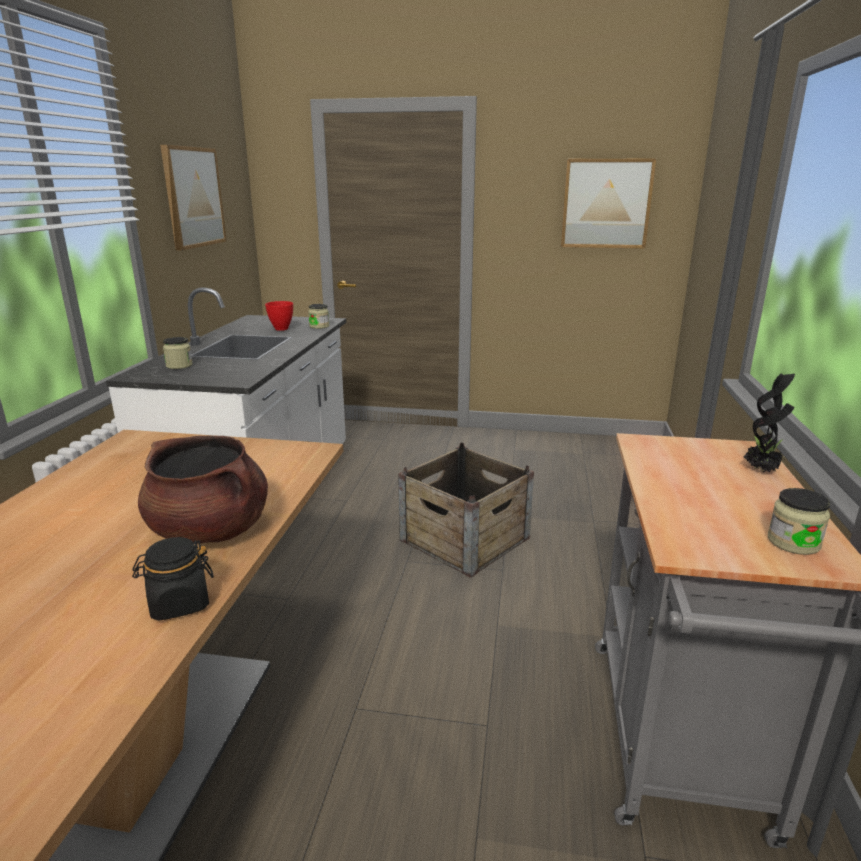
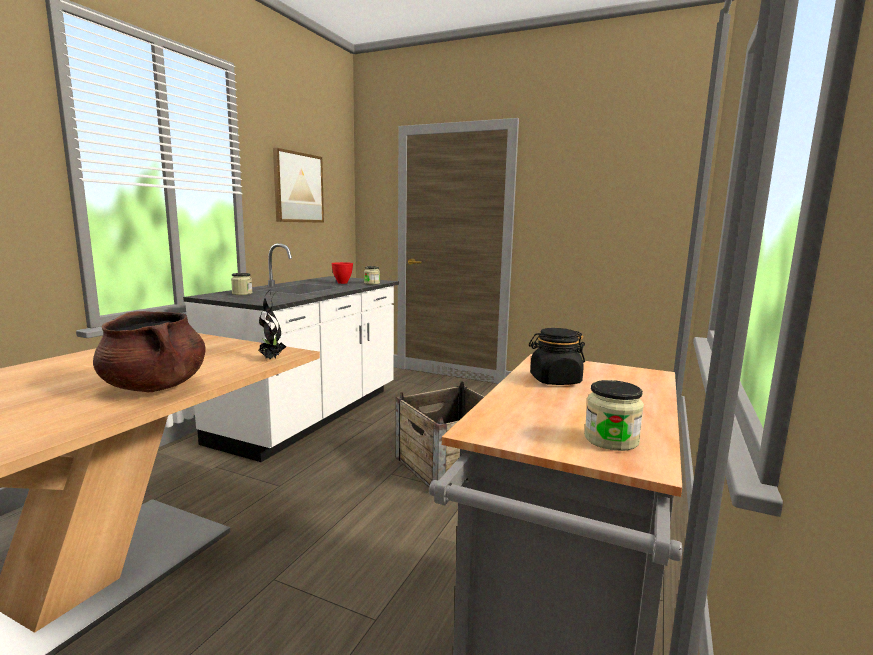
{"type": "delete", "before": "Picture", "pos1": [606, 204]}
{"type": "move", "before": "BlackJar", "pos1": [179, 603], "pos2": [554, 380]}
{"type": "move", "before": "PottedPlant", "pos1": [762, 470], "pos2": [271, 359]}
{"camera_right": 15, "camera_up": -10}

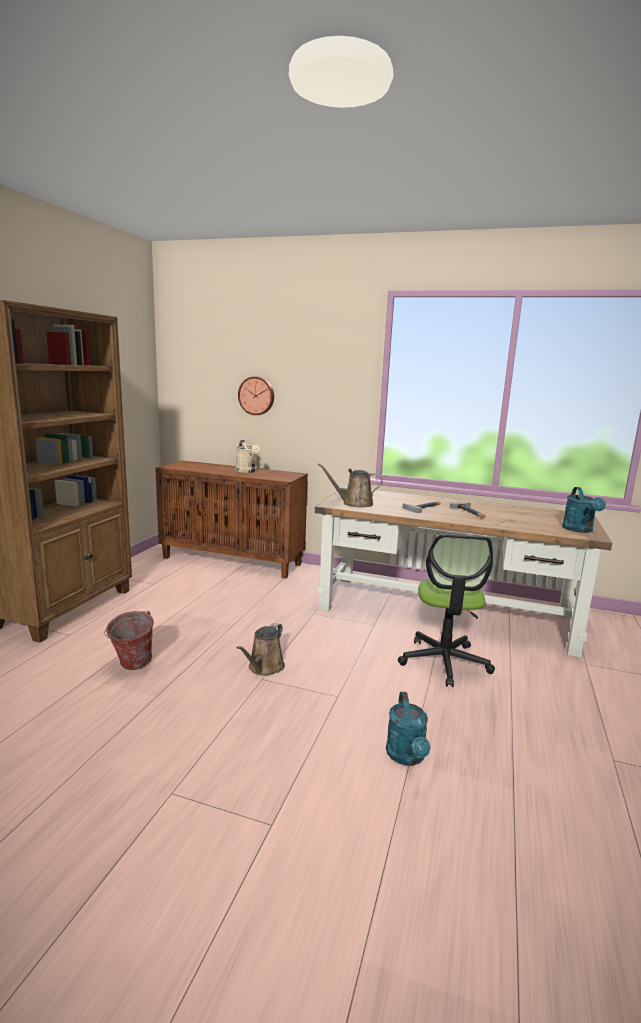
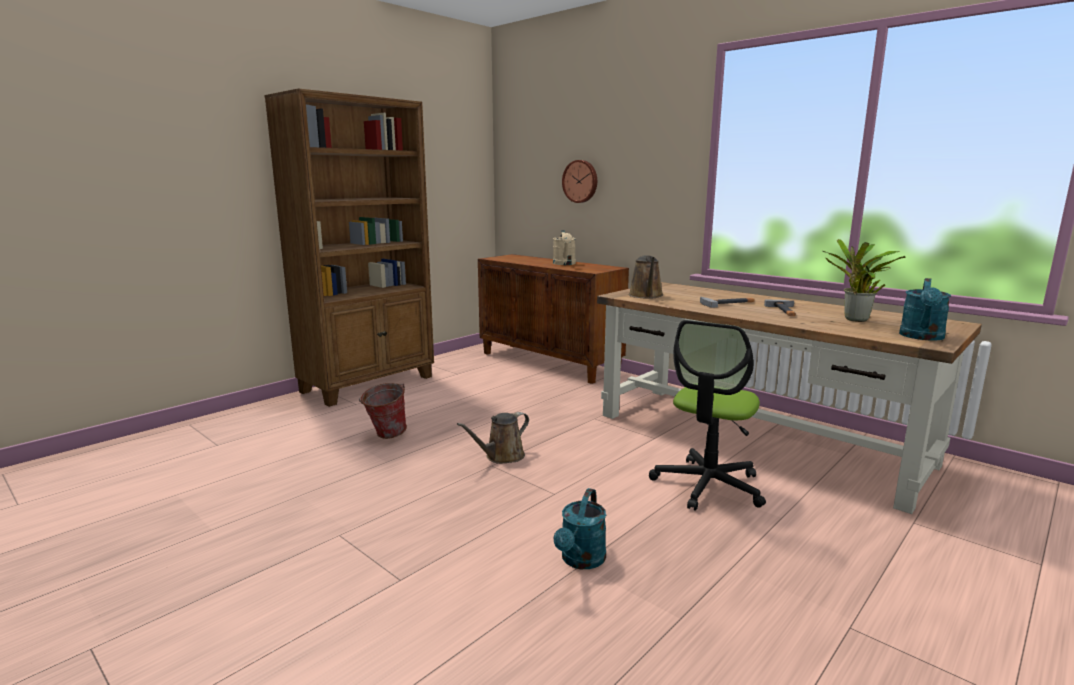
{"type": "insert", "after": "PottedPlant", "pos2": [855, 320]}
{"type": "rotate", "before": "BrownWateringCan", "pos1": [354, 503], "pos2": [646, 296], "turn": -120}
{"camera_right": 25, "camera_up": 0}

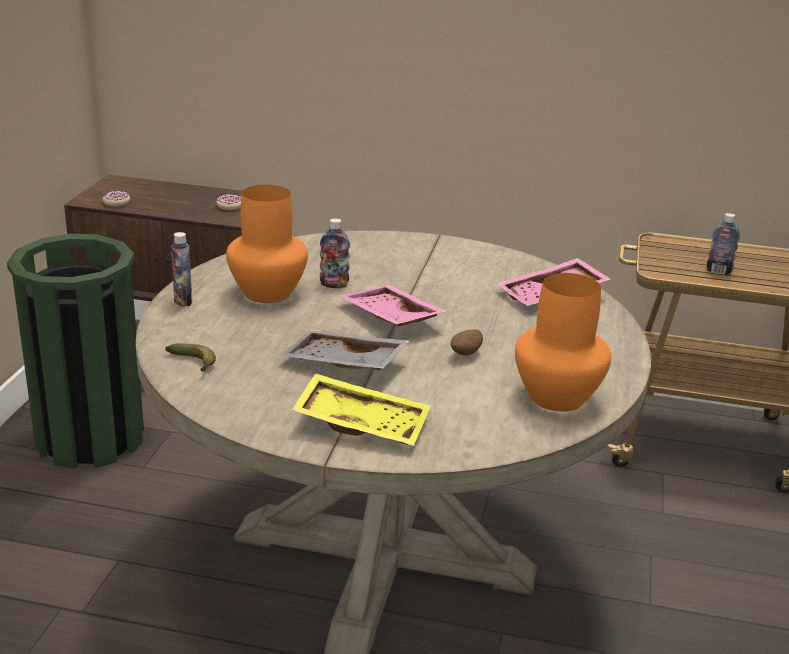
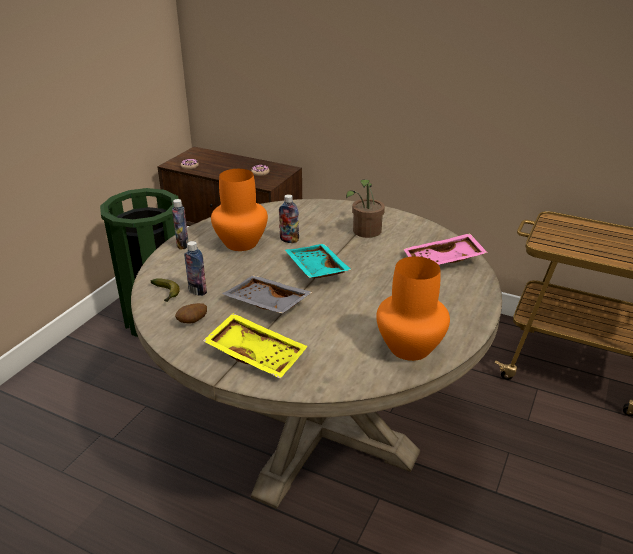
{"type": "insert", "after": "PottedPlant", "pos2": [365, 233]}
{"type": "move", "before": "Potato", "pos1": [466, 354], "pos2": [192, 322]}
{"type": "move", "before": "Bottle", "pos1": [718, 271], "pos2": [197, 291]}
{"type": "recolor", "before": "PinkTray", "after": "TurquoiseTray", "pos1": [389, 318], "pos2": [315, 269]}
{"camera_right": 15, "camera_up": 5}

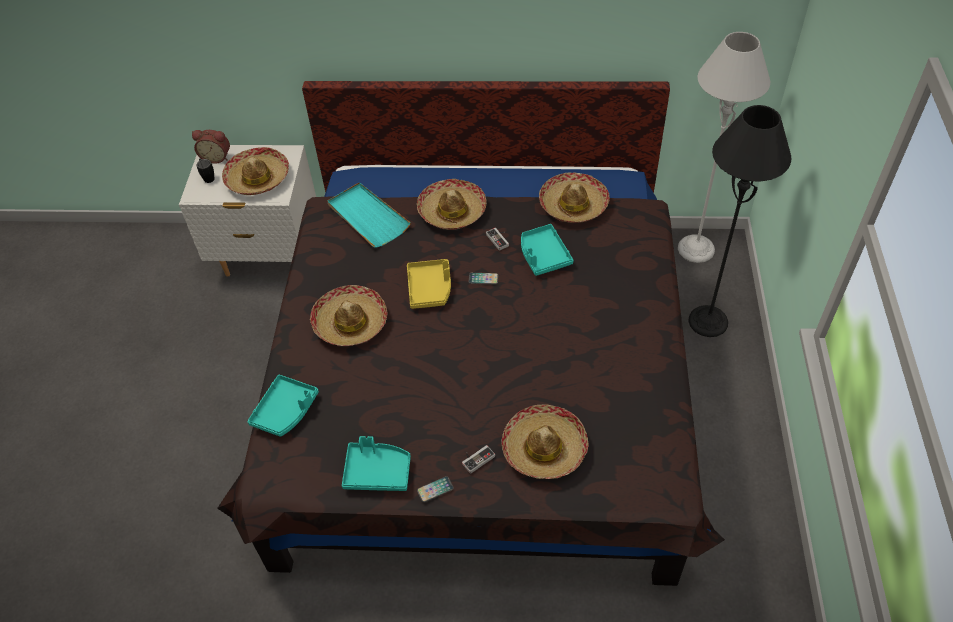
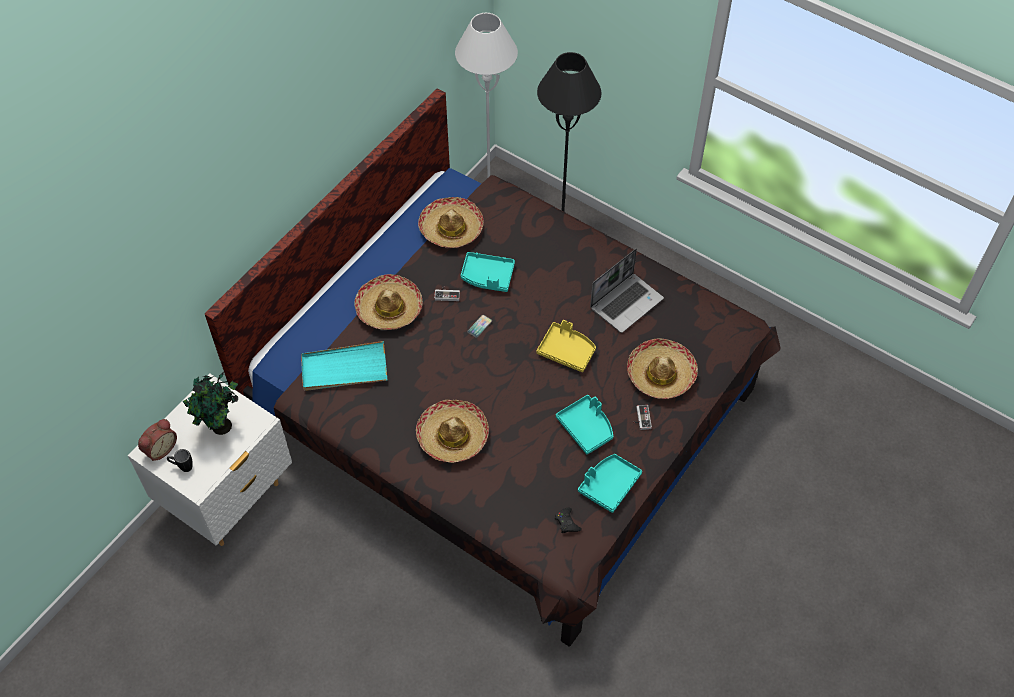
{"type": "delete", "before": "Phone", "pos1": [435, 489]}
{"type": "insert", "after": "BlackGameController", "pos2": [567, 522]}
{"type": "insert", "after": "Laptop", "pos2": [626, 303]}
{"type": "move", "before": "TurquoiseTray", "pos1": [285, 411], "pos2": [586, 428]}
{"type": "move", "before": "YellowTray", "pos1": [430, 288], "pos2": [567, 351]}
{"type": "replace", "before": "Hat", "after": "PottedPlant", "pos1": [257, 178], "pos2": [222, 428]}
{"camera_right": -60, "camera_up": 5}

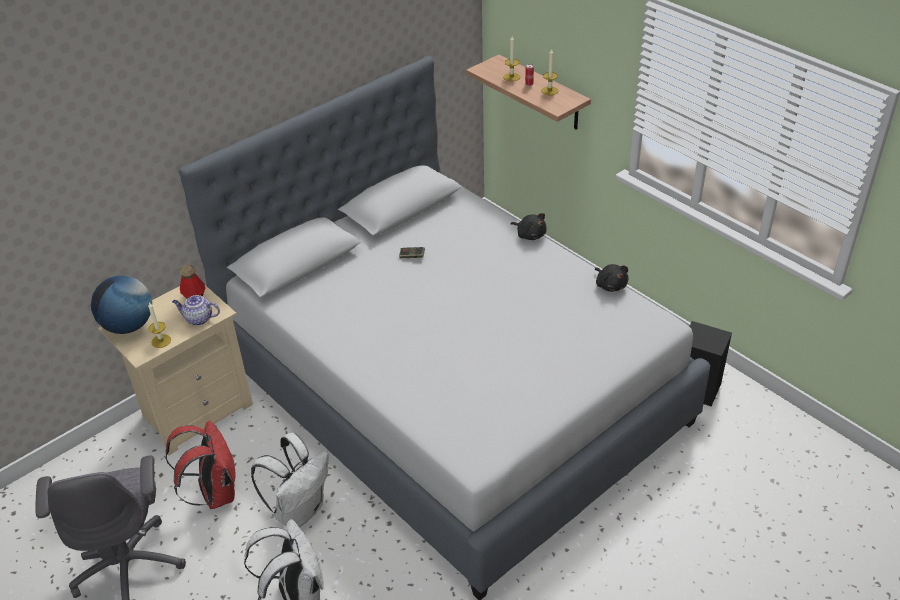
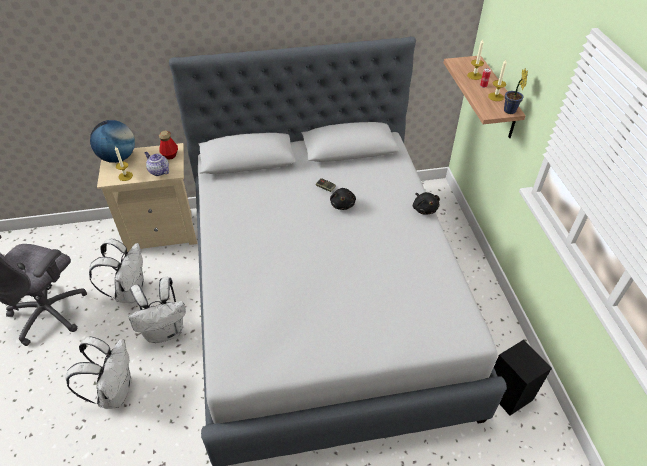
{"type": "insert", "after": "PottedPlant", "pos2": [510, 112]}
{"type": "move", "before": "BlackPlushToy", "pos1": [610, 285], "pos2": [342, 204]}
{"type": "recolor", "before": "RedBackpack", "after": "WhiteBackpack", "pos1": [215, 493], "pos2": [130, 291]}
{"camera_right": 30, "camera_up": 5}

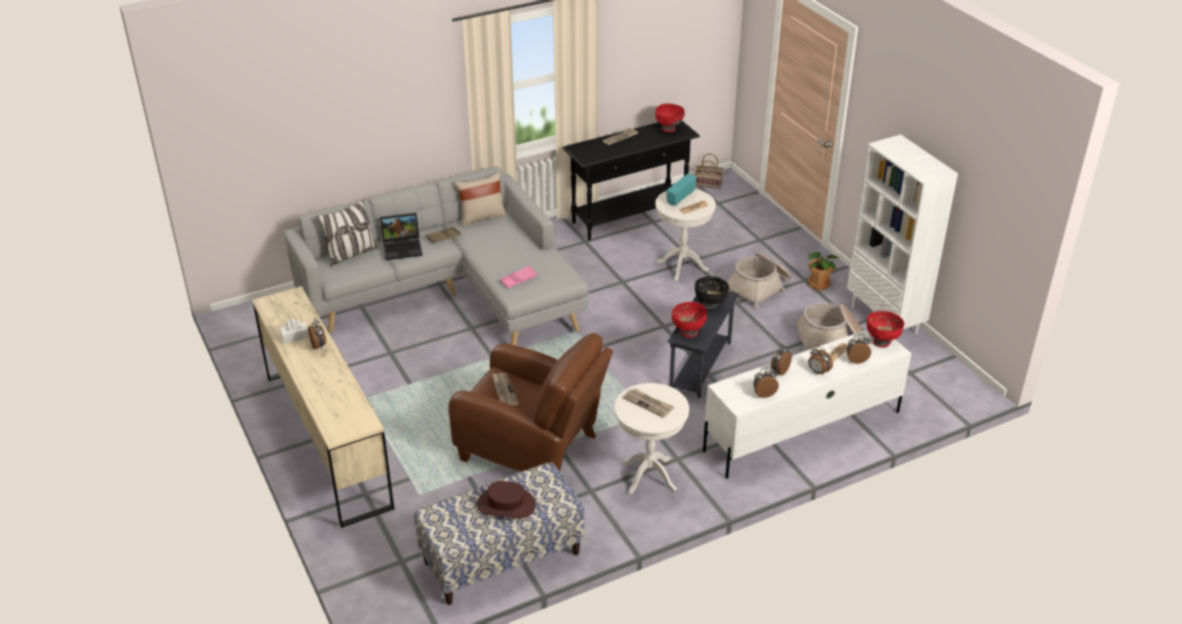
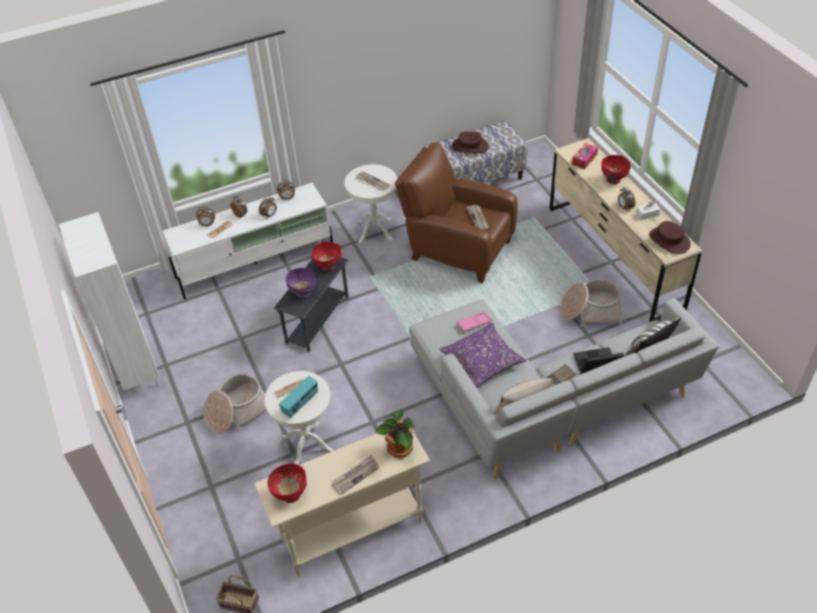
{"type": "insert", "after": "PurplePillow", "pos2": [483, 361]}
{"type": "insert", "after": "TissueBox", "pos2": [584, 159]}
{"type": "insert", "after": "BrownHat", "pos2": [669, 240]}
{"type": "move", "before": "Basket", "pos1": [830, 339], "pos2": [590, 311]}
{"type": "move", "before": "PottedPlant", "pos1": [818, 284], "pos2": [399, 449]}
{"type": "move", "before": "RedBowl", "pos1": [882, 342], "pos2": [613, 180]}
{"type": "recolor", "before": "BlackConsoleTable", "after": "BeigeConsoleTable", "pos1": [630, 217], "pos2": [352, 531]}
{"type": "recolor", "before": "BlackBowl", "after": "PurpleBowl", "pos1": [710, 305], "pos2": [303, 293]}
{"camera_right": -175, "camera_up": 10}

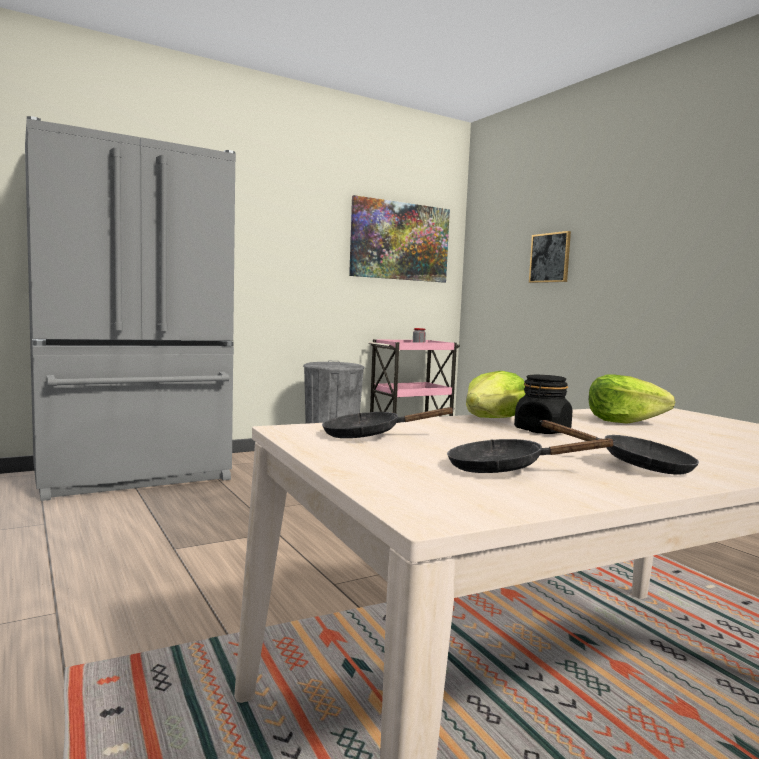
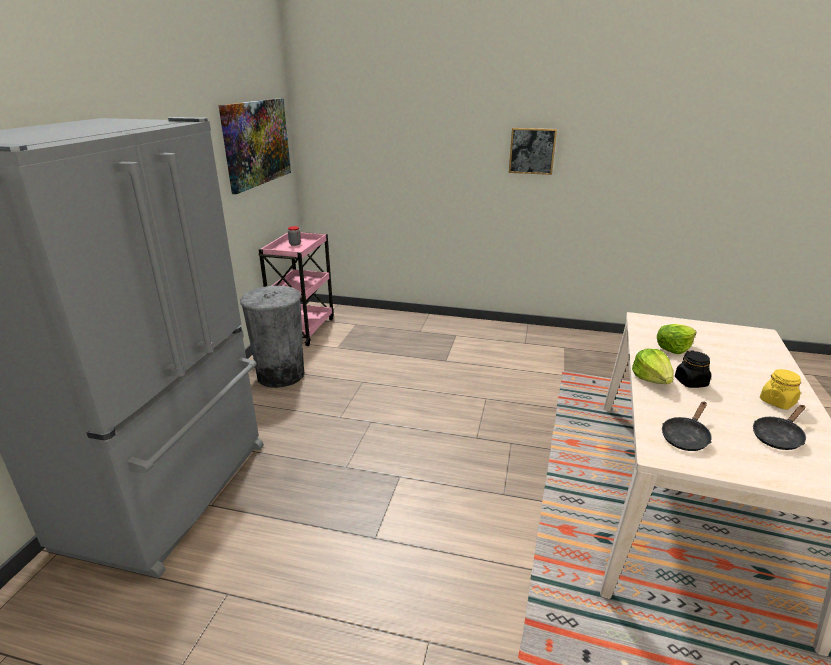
{"type": "move", "before": "Picture", "pos1": [550, 257], "pos2": [532, 151]}
{"type": "replace", "before": "BlackFryingPan", "after": "YellowJar", "pos1": [635, 465], "pos2": [777, 401]}
{"camera_right": -45, "camera_up": 20}

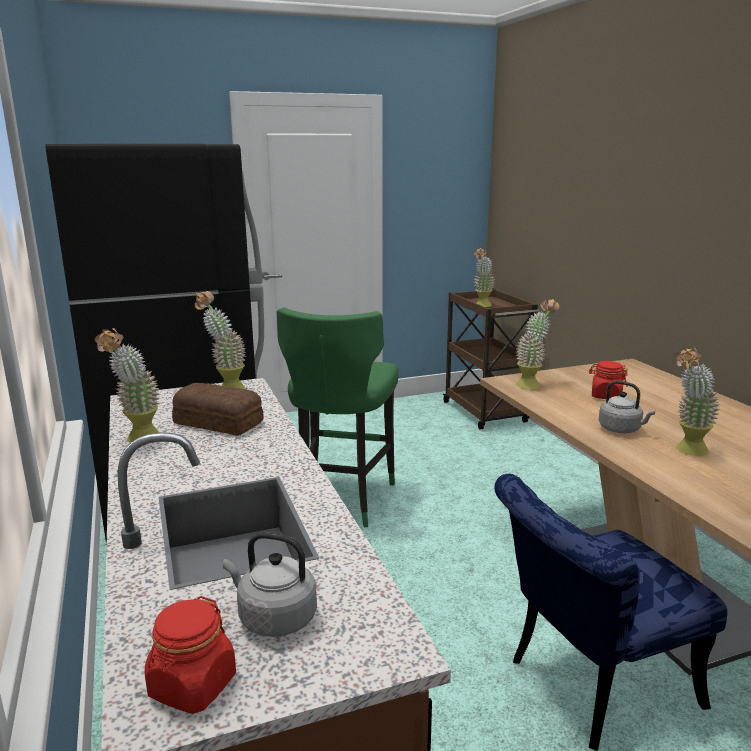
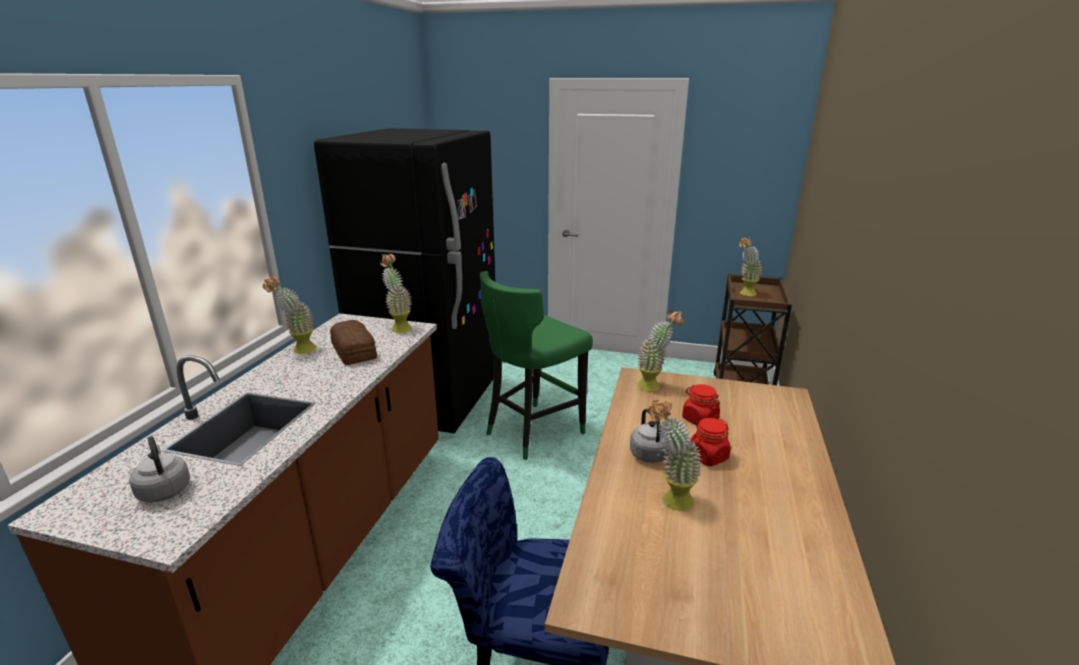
{"type": "move", "before": "RedJar", "pos1": [192, 686], "pos2": [708, 457]}
{"camera_right": 35, "camera_up": 5}

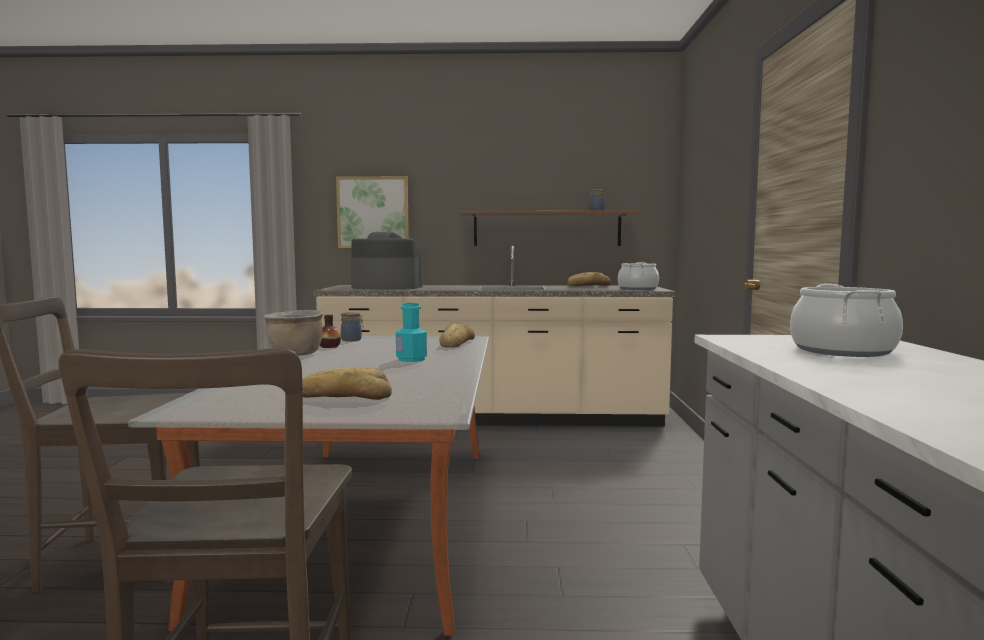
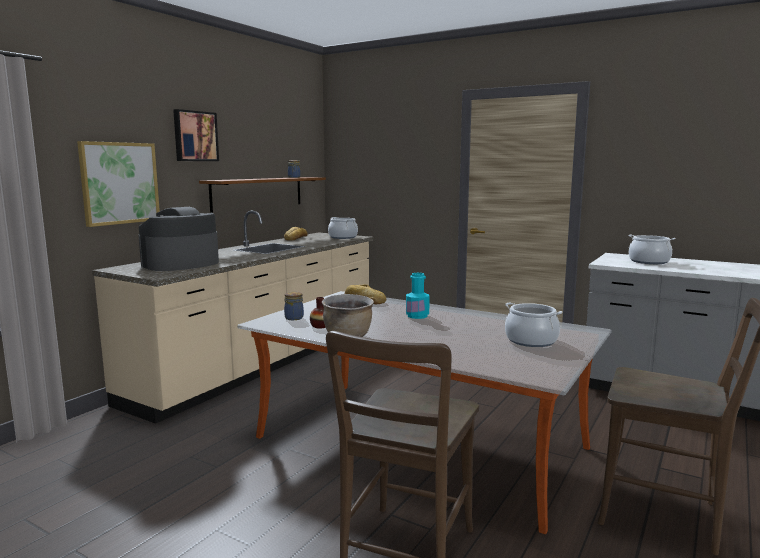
{"type": "insert", "after": "Picture", "pos2": [195, 136]}
{"type": "replace", "before": "Bread", "after": "CookingPot", "pos1": [344, 396], "pos2": [531, 340]}
{"camera_right": -60, "camera_up": 5}

